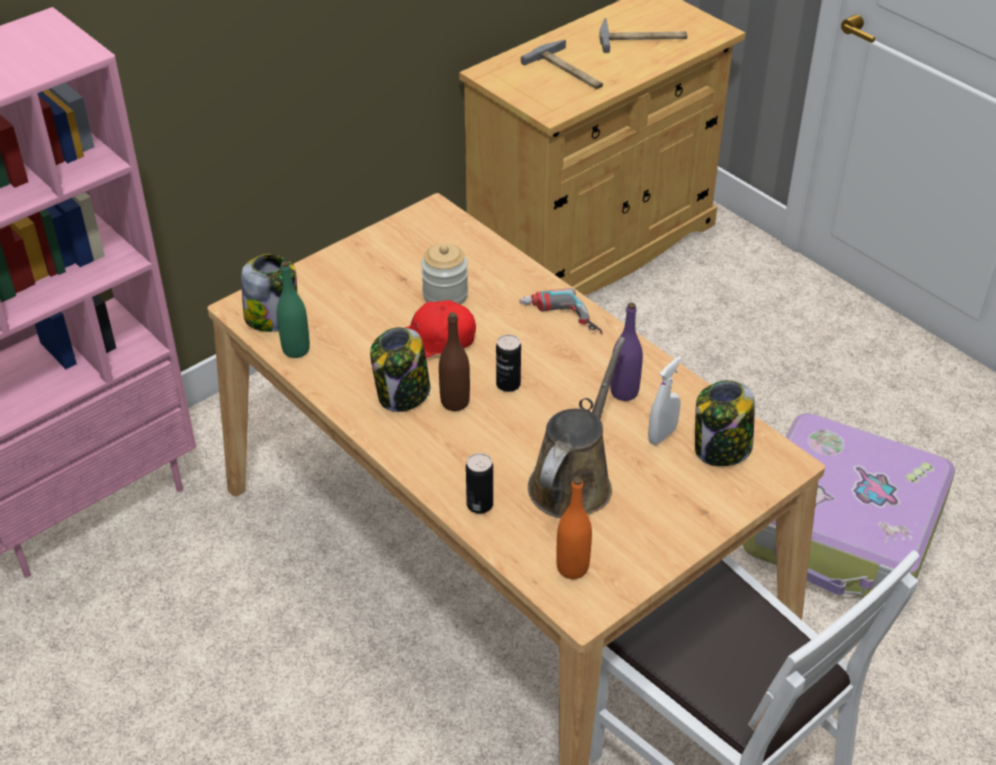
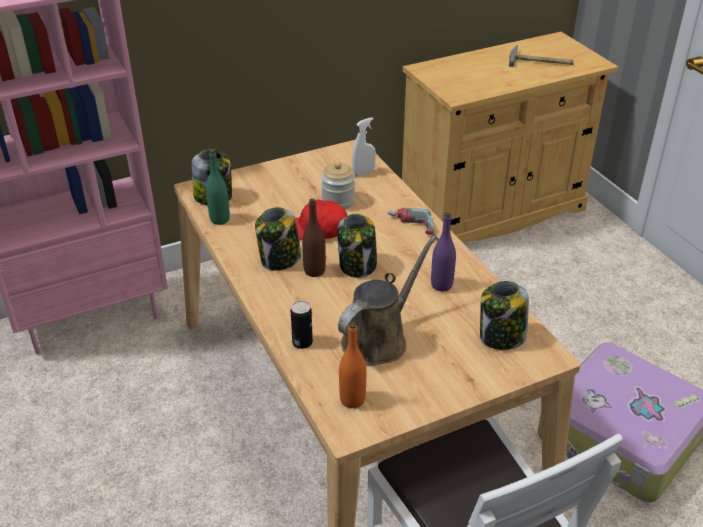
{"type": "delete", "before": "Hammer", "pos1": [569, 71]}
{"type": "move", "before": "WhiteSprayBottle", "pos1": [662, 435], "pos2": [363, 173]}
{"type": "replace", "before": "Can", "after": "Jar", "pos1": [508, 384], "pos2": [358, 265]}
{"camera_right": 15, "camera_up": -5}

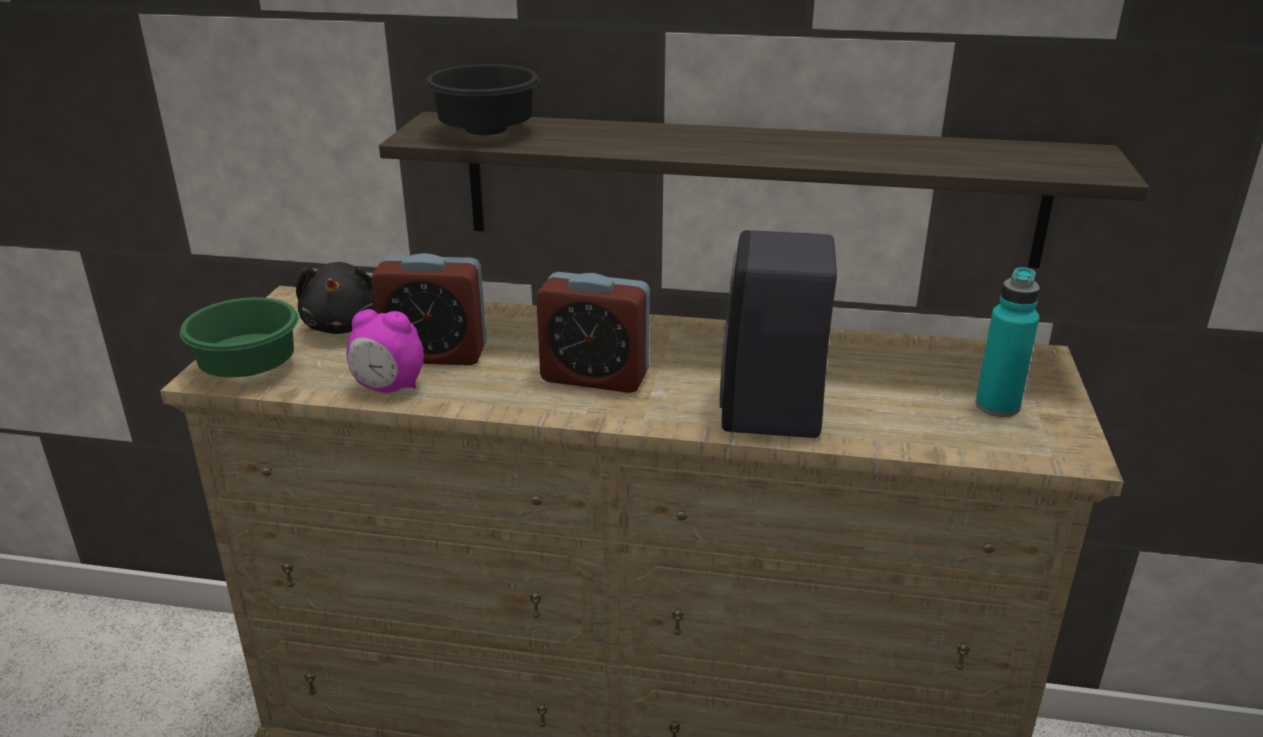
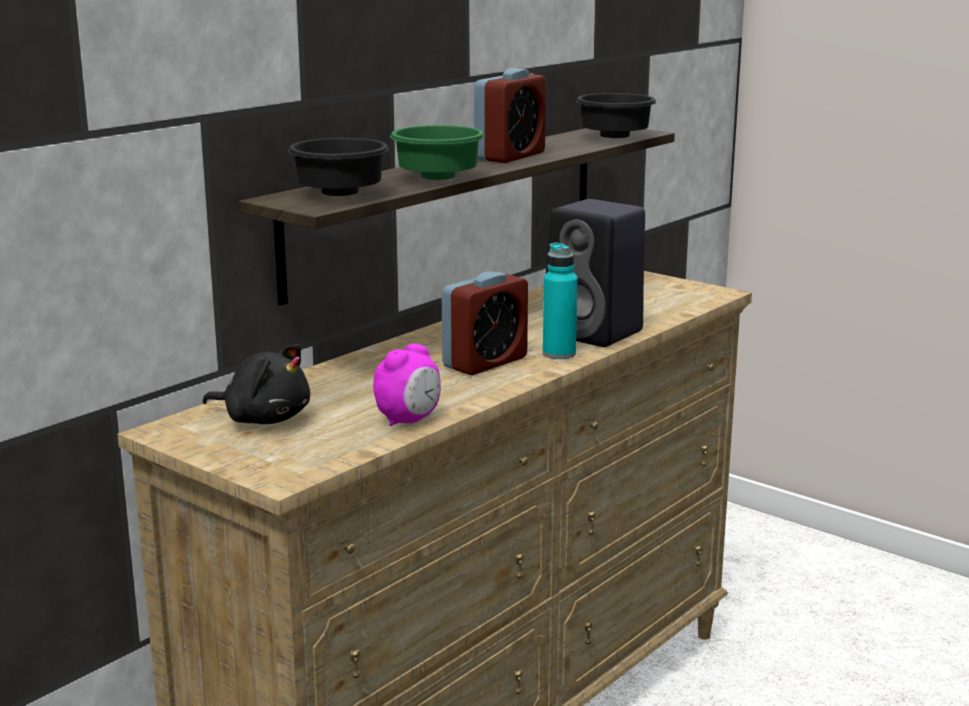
{"type": "insert", "after": "BlackBowl", "pos2": [614, 137]}
{"type": "move", "before": "GreenBowl", "pos1": [247, 367], "pos2": [434, 178]}
{"type": "move", "before": "AlarmClock", "pos1": [435, 354], "pos2": [510, 156]}
{"type": "move", "before": "TurquoiseBottle", "pos1": [997, 406], "pos2": [559, 354]}
{"camera_right": -60, "camera_up": -10}

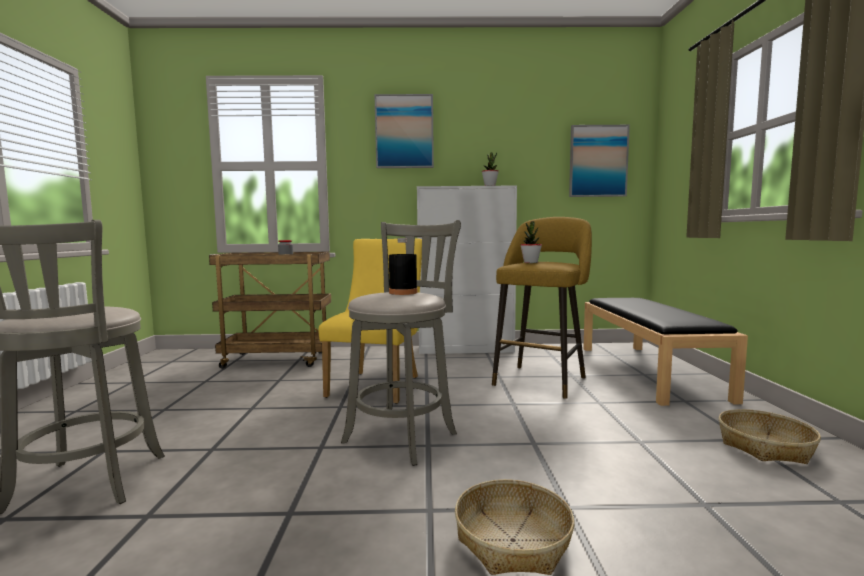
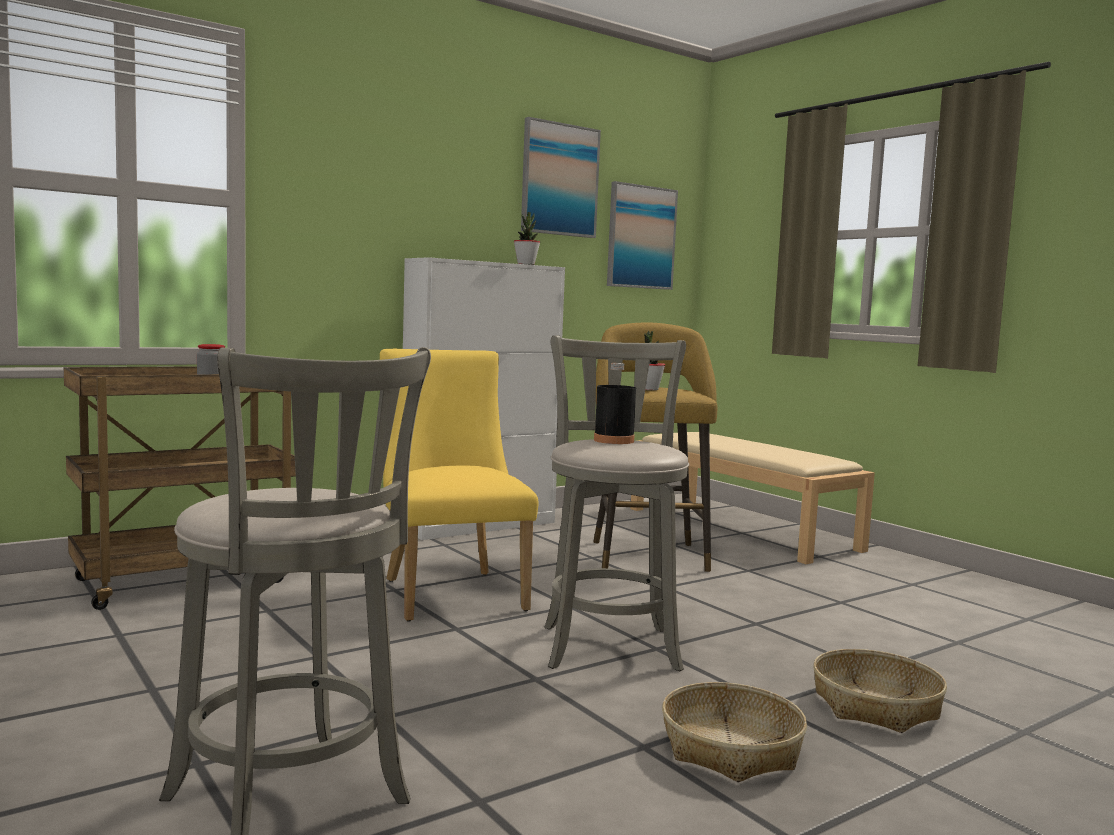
{"type": "move", "before": "Picture", "pos1": [404, 132], "pos2": [559, 180]}
{"type": "move", "before": "Basket", "pos1": [765, 447], "pos2": [731, 749]}
{"type": "recolor", "before": "BlackBench", "after": "BeigeBench", "pos1": [649, 371], "pos2": [742, 529]}
{"camera_right": -35, "camera_up": 0}

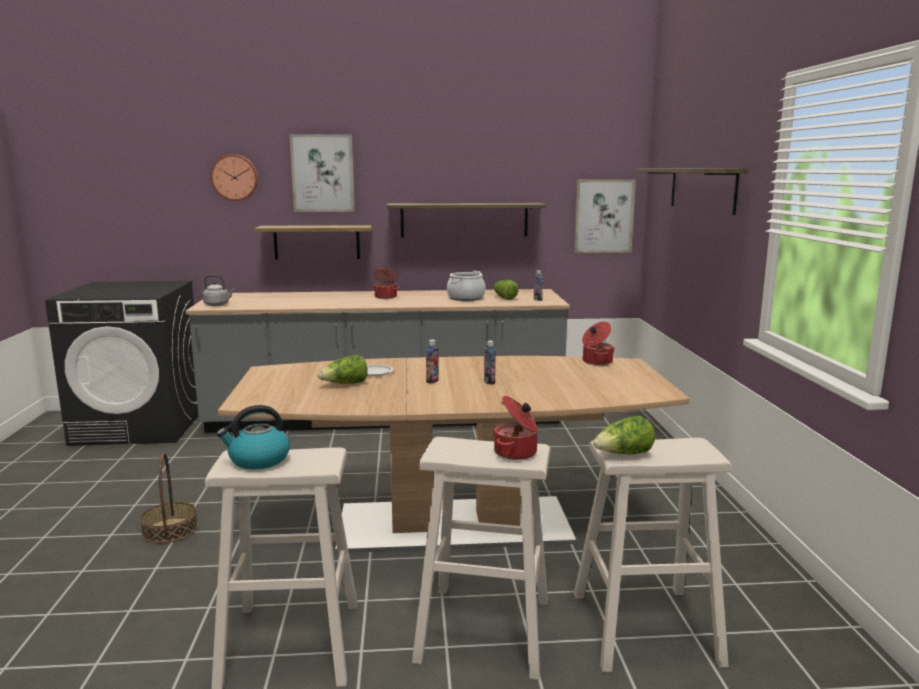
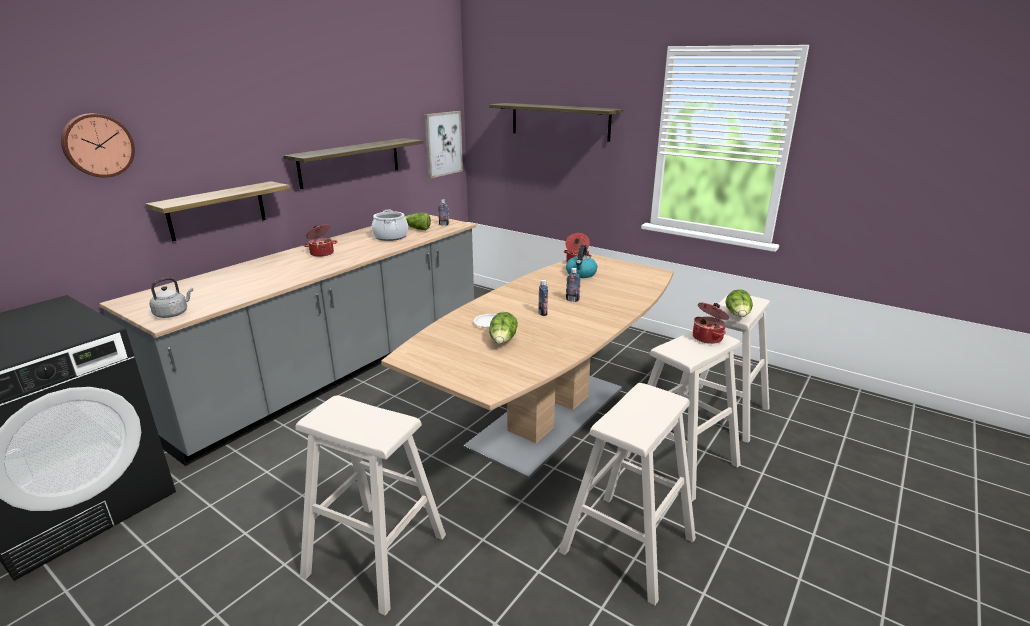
{"type": "delete", "before": "Picture", "pos1": [323, 173]}
{"type": "move", "before": "Kettle", "pos1": [258, 460], "pos2": [581, 274]}
{"type": "replace", "before": "Basket", "after": "BeigeStool", "pos1": [170, 530], "pos2": [375, 555]}
{"camera_right": -50, "camera_up": 10}

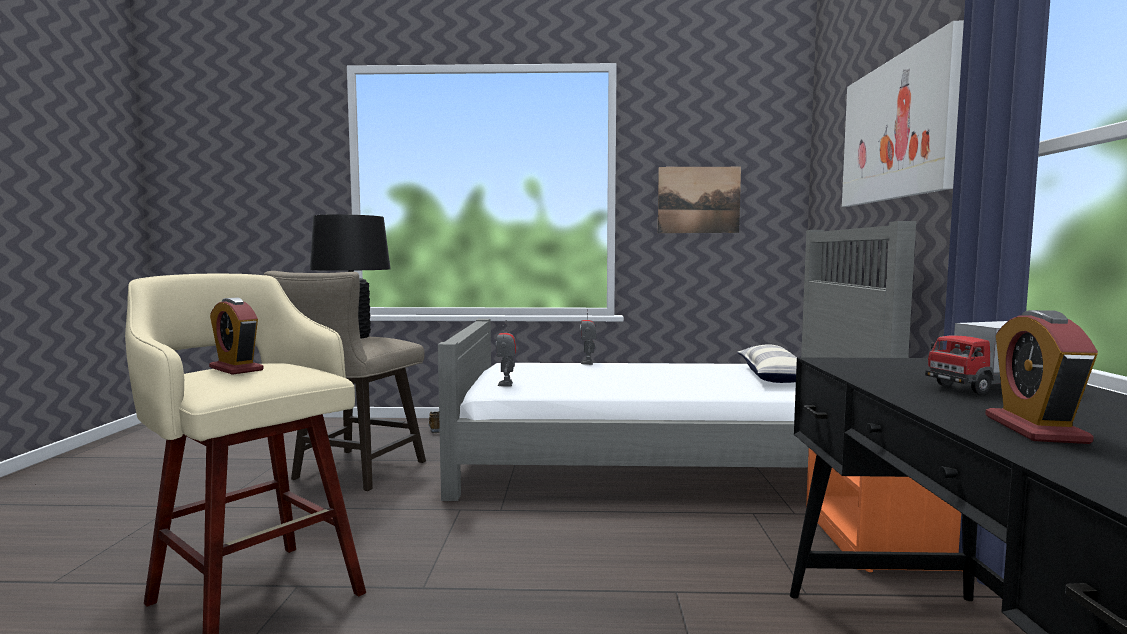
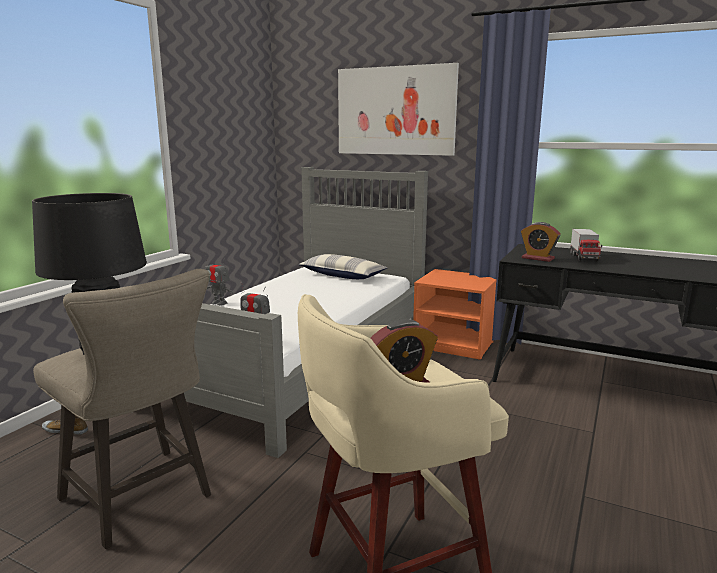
{"type": "delete", "before": "Picture", "pos1": [698, 200]}
{"type": "move", "before": "AlarmClock", "pos1": [1034, 429], "pos2": [538, 258]}
{"camera_right": -65, "camera_up": 10}

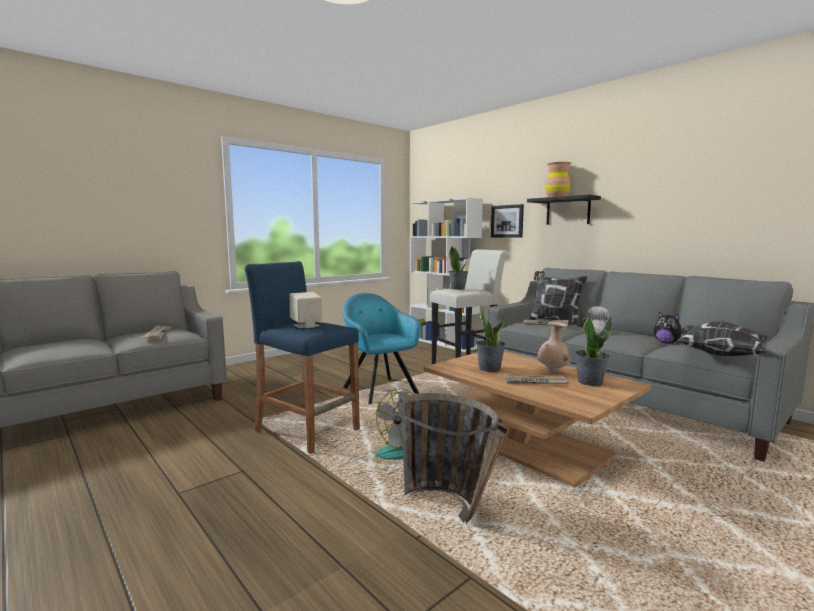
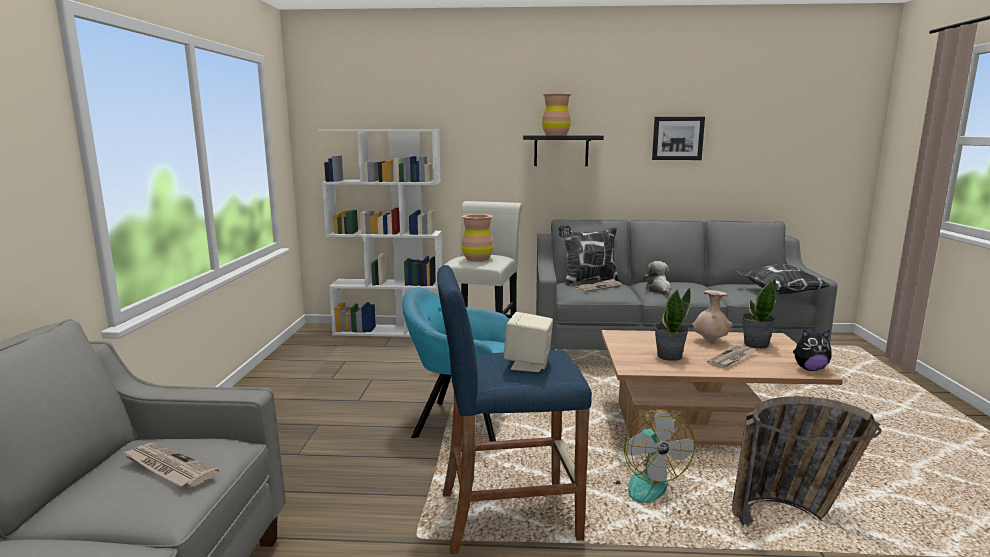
{"type": "move", "before": "Picture", "pos1": [507, 221], "pos2": [677, 138]}
{"type": "move", "before": "PlushToy", "pos1": [667, 343], "pos2": [809, 369]}
{"type": "replace", "before": "PottedPlant", "after": "BrownVase", "pos1": [458, 289], "pos2": [477, 259]}
{"camera_right": -45, "camera_up": 5}

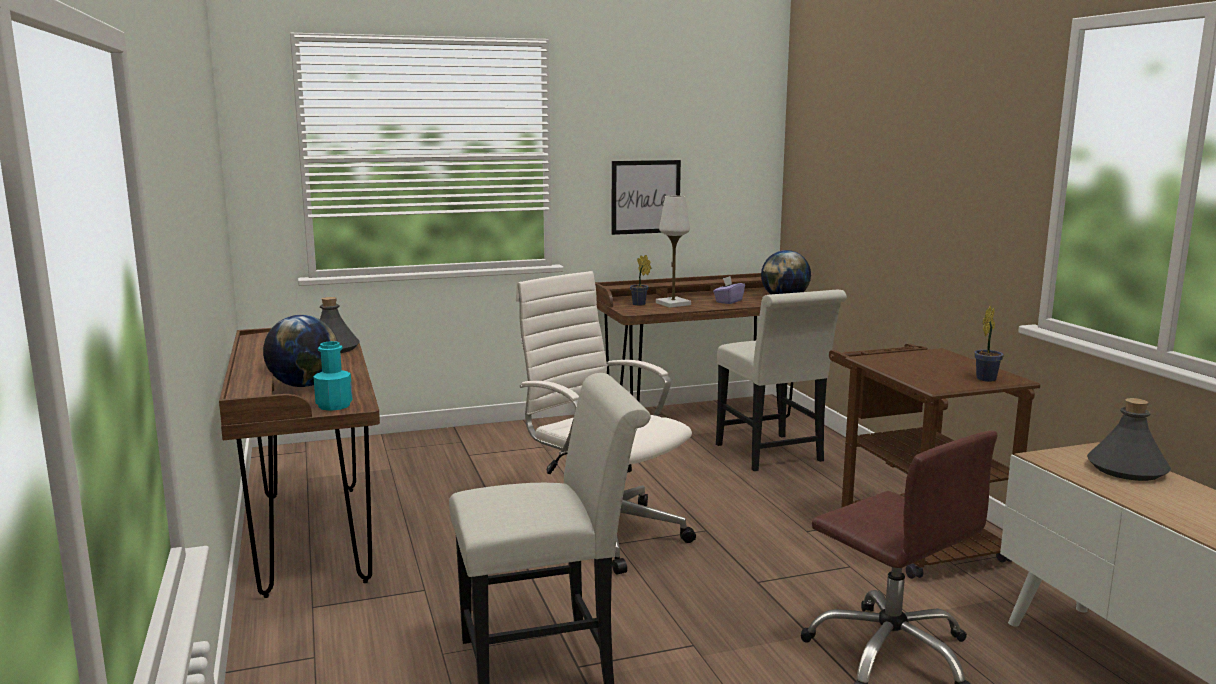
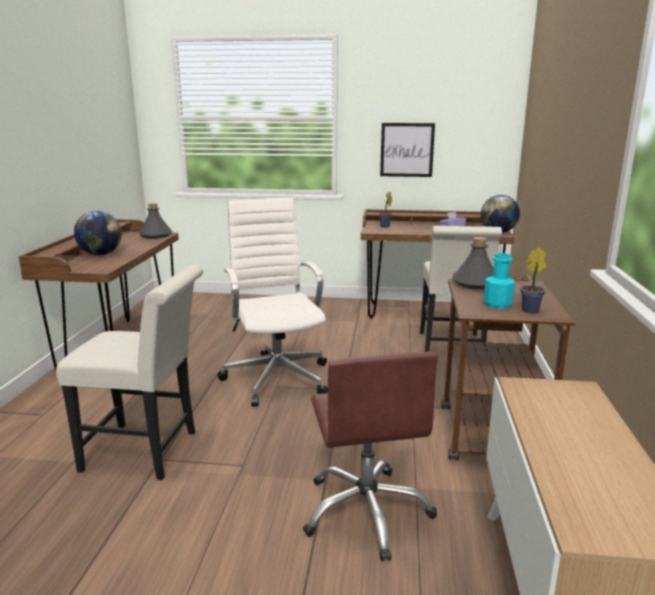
{"type": "delete", "before": "WhiteTableLamp", "pos1": [673, 304]}
{"type": "move", "before": "TurquoiseBottle", "pos1": [334, 405], "pos2": [497, 304]}
{"type": "move", "before": "GreyBottle", "pos1": [1126, 469], "pos2": [475, 283]}
{"camera_right": 25, "camera_up": 5}

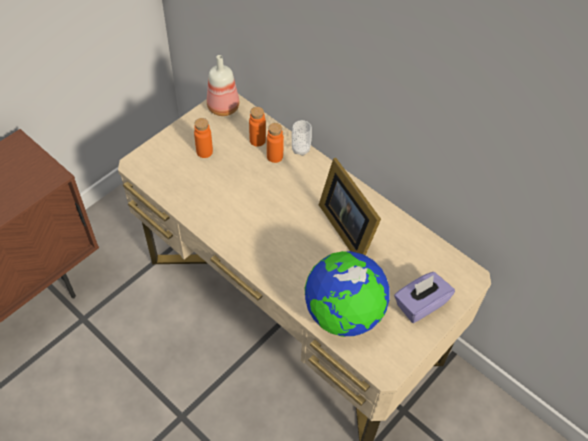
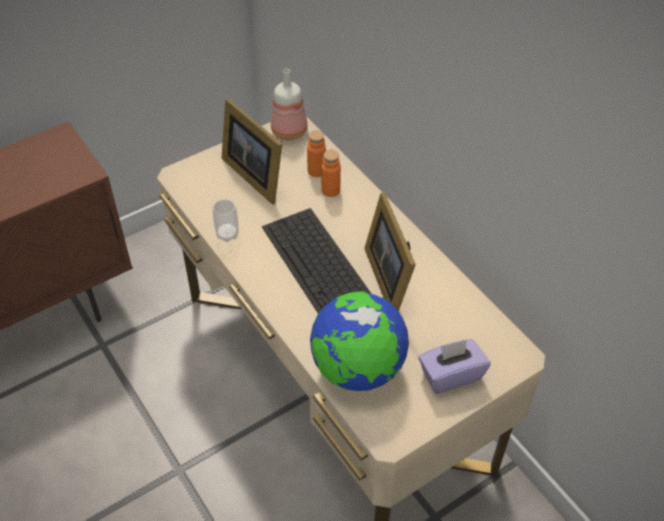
{"type": "insert", "after": "Keyboard", "pos2": [317, 262]}
{"type": "move", "before": "Cup", "pos1": [300, 149], "pos2": [227, 234]}
{"type": "replace", "before": "OrangeBottle", "after": "PictureFrame", "pos1": [204, 152], "pos2": [254, 174]}
{"camera_right": 15, "camera_up": -5}

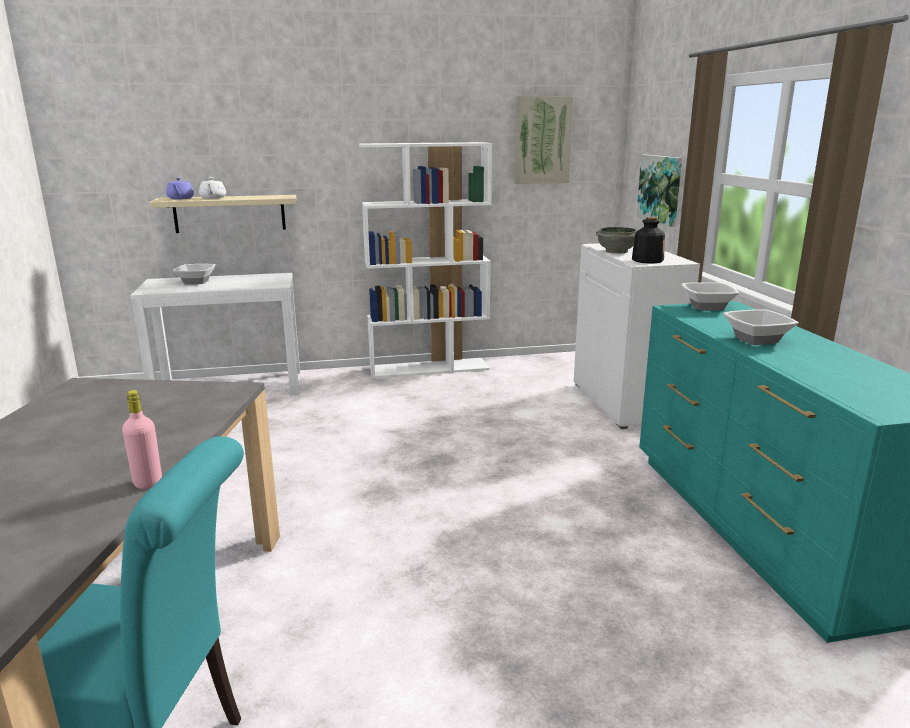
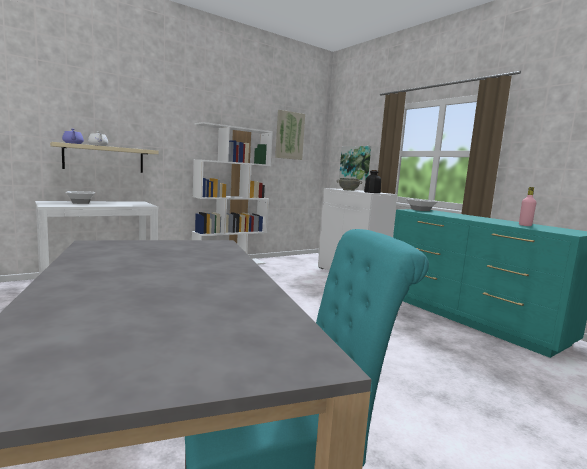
{"type": "delete", "before": "Bowl", "pos1": [757, 340]}
{"type": "move", "before": "PinkBottle", "pos1": [148, 483], "pos2": [525, 225]}
{"camera_right": -25, "camera_up": -10}

